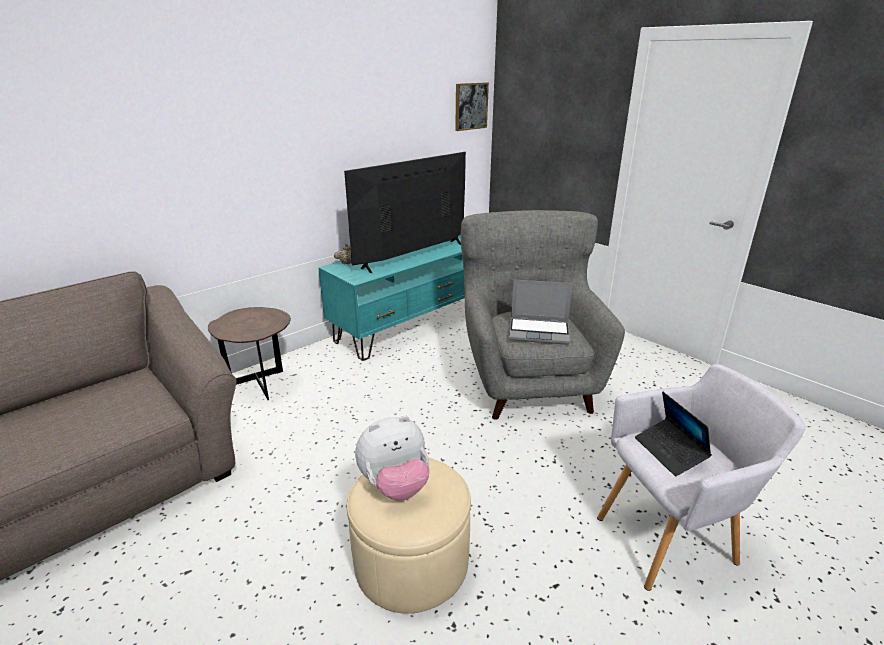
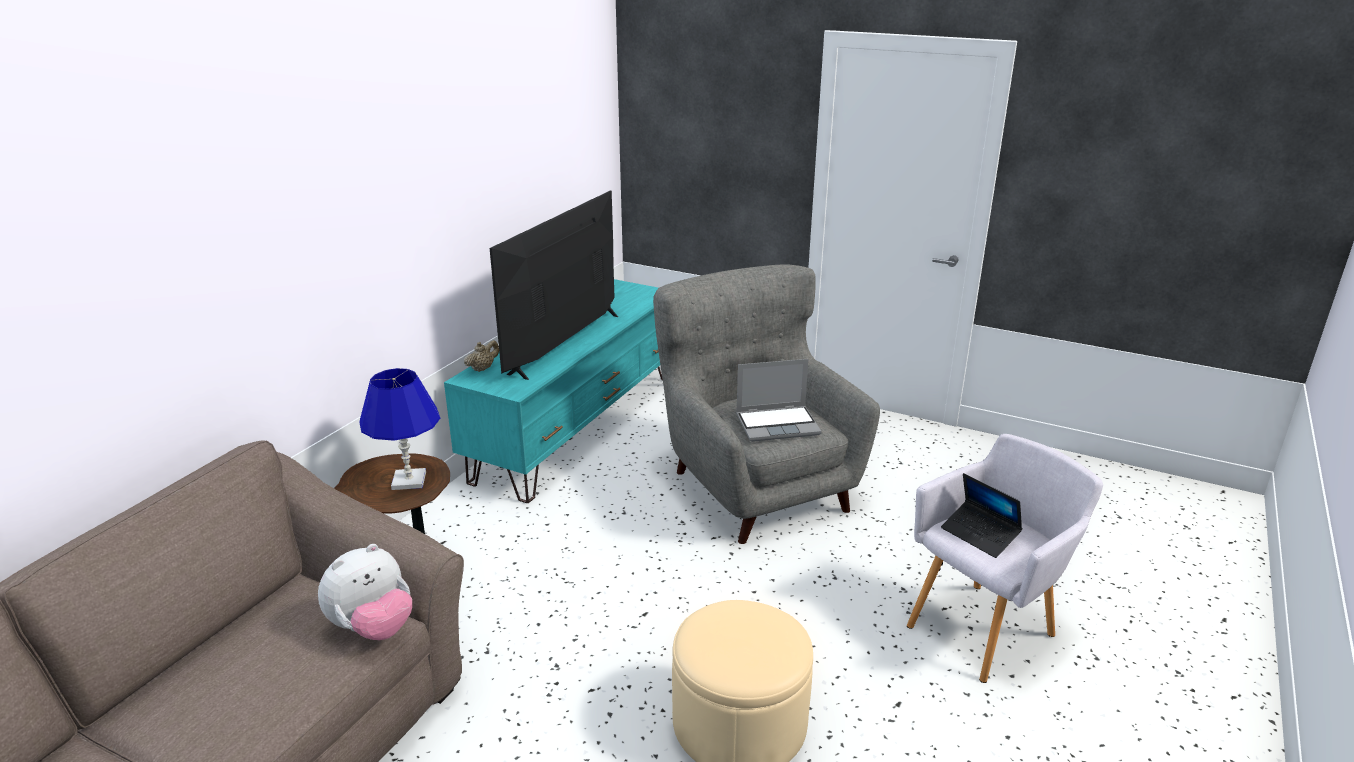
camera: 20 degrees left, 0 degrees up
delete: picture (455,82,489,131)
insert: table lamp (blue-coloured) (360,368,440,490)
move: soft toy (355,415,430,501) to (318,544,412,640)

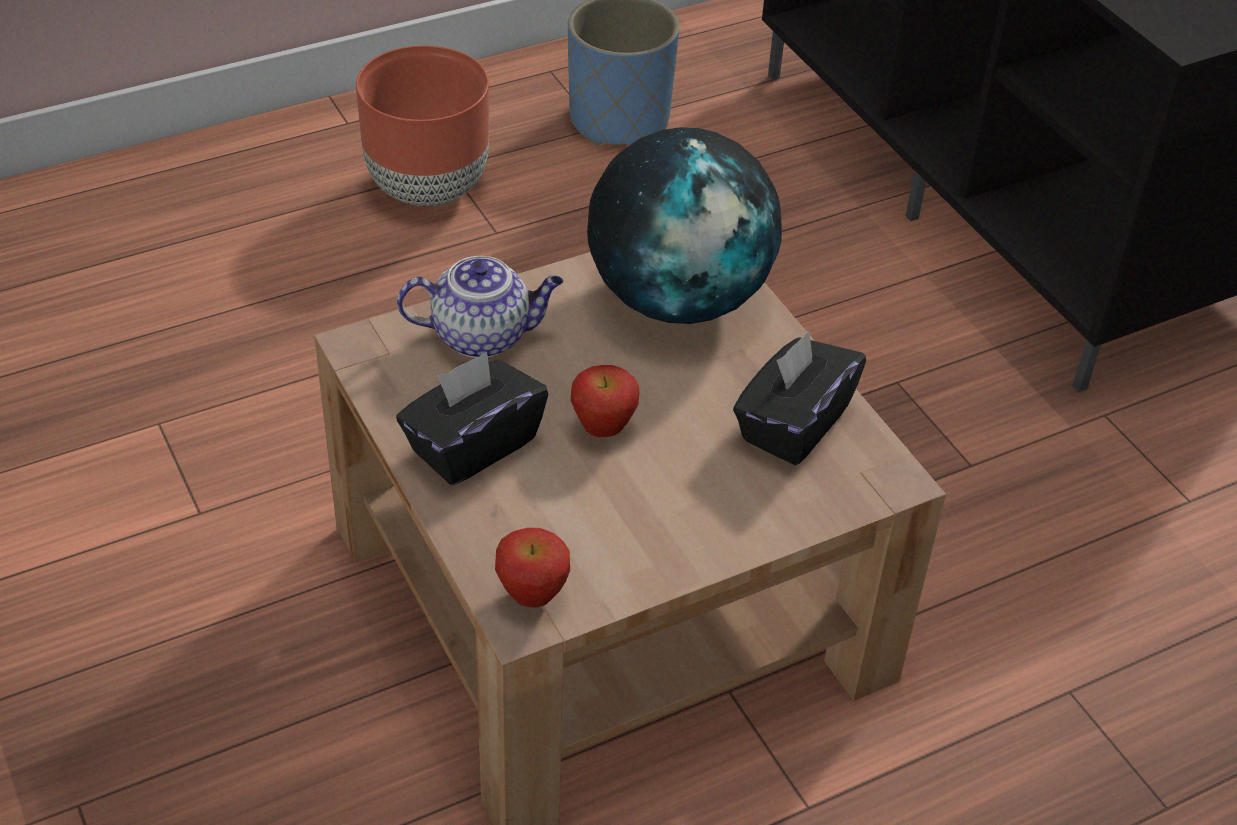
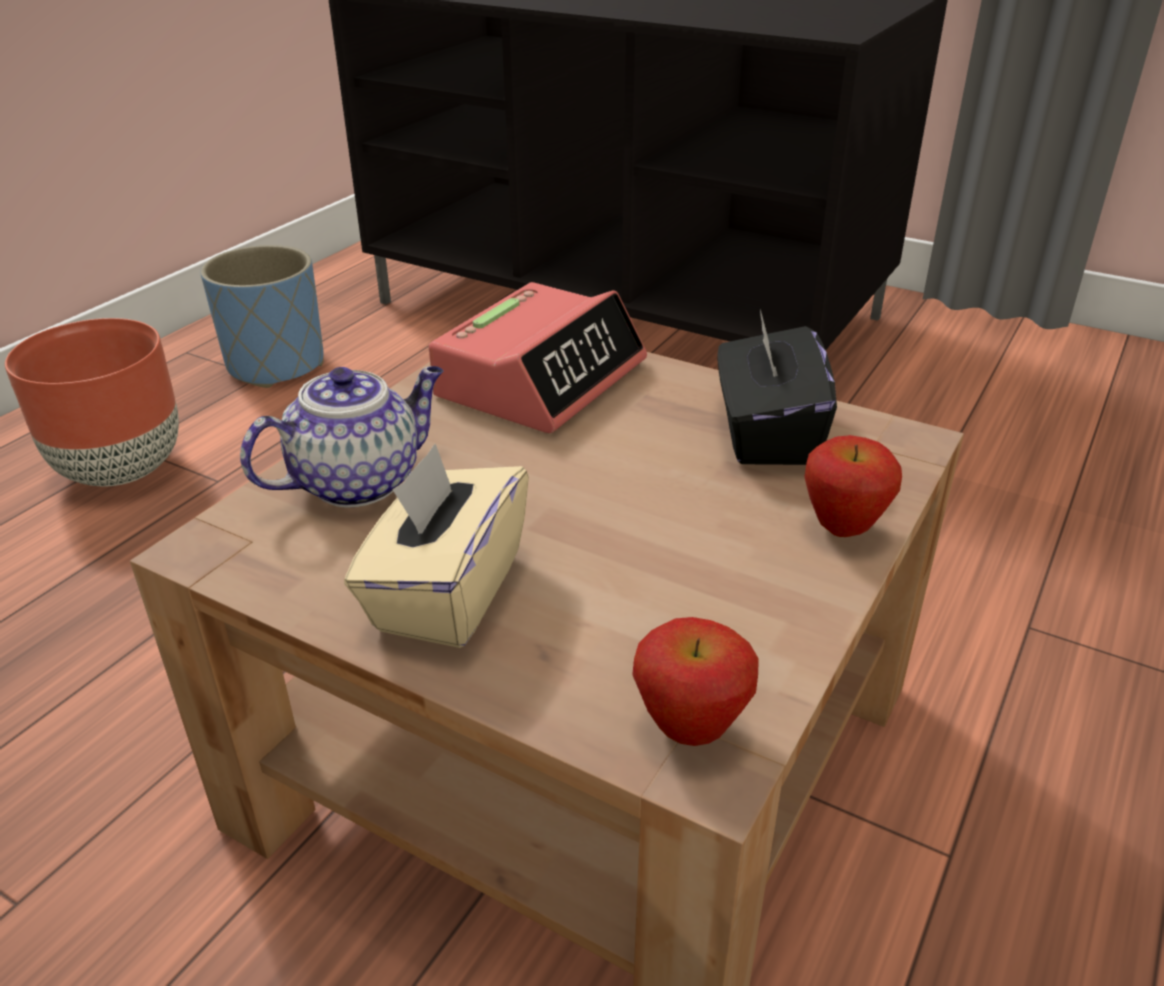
camera: 30 degrees left, 10 degrees down
move: apple fruit (571,365,639,437) to (805,435,902,537)
replace: globe (587,127,782,324) to alarm clock (429,282,647,433)
recolor: box of tissues (black-coloured) (396,352,548,485) to box of tissues (sand-coloured) (344,444,529,648)

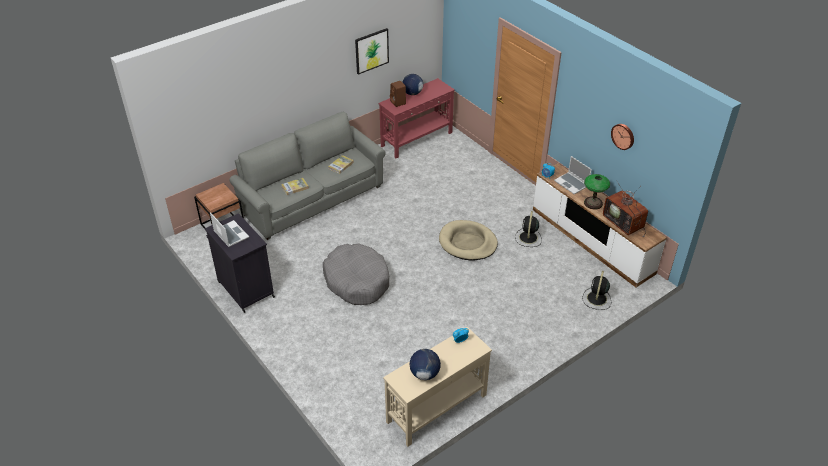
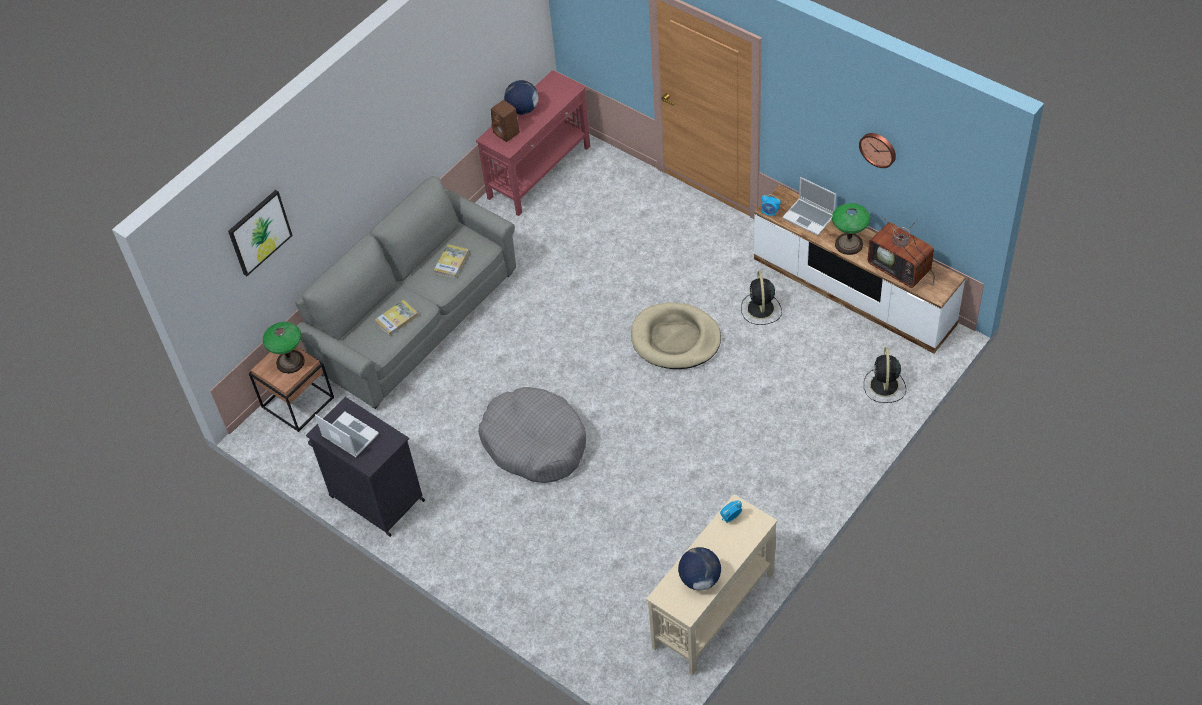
camera: 10 degrees left, 10 degrees up
insert: table lamp (263,322,305,374)
move: picture (355,28,389,75) to (228,190,293,276)

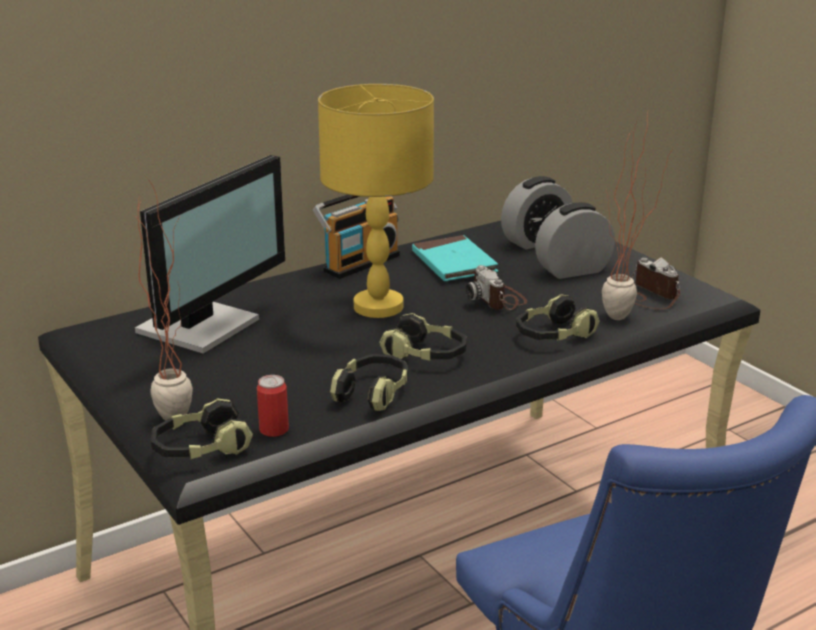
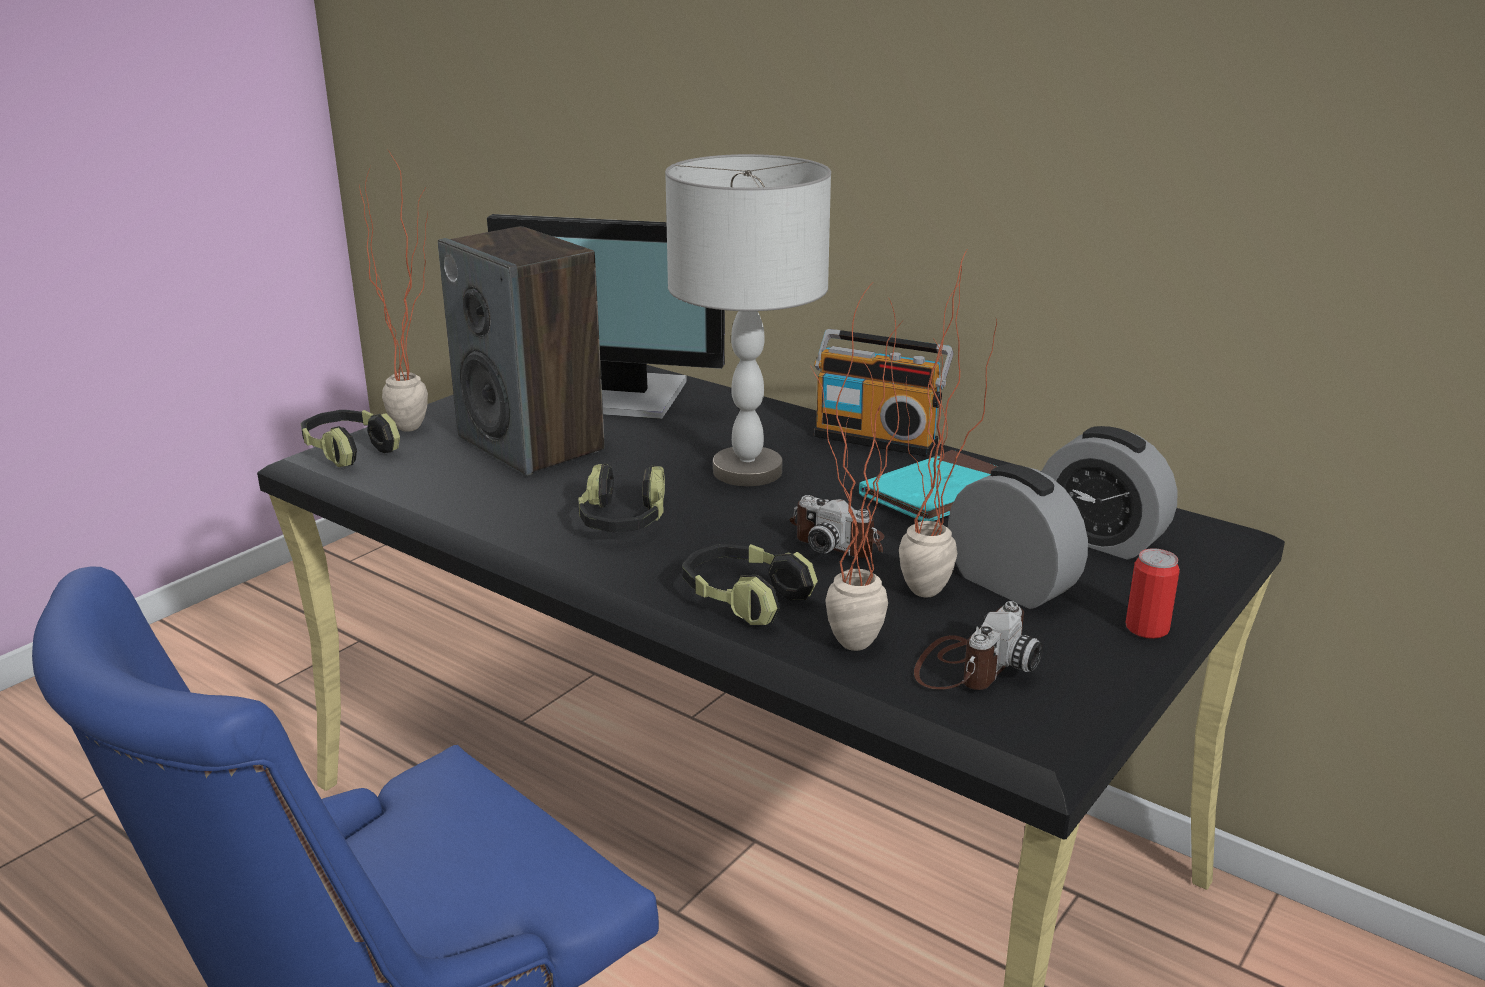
camera: 70 degrees right, 0 degrees up
delete: headphones (330,354,408,411)
insert: speaker (438,226,605,476); plant in a pot (899,250,997,597)
move: metal can (257,375,289,437) to (1125,548,1180,639)
recolor: table lamp (yellow-coloured) (318,84,434,318) to table lamp (greyish) (665,154,831,486)
rotate: photo camera (466,265,527,310) = (789,495,884,558) 105 degrees counterclockwise

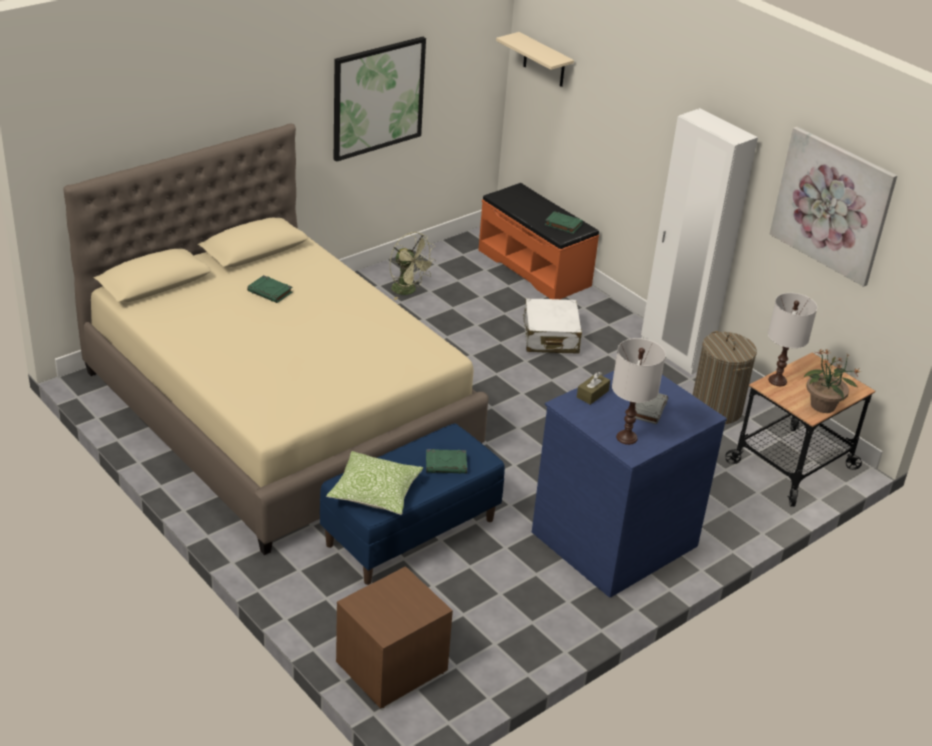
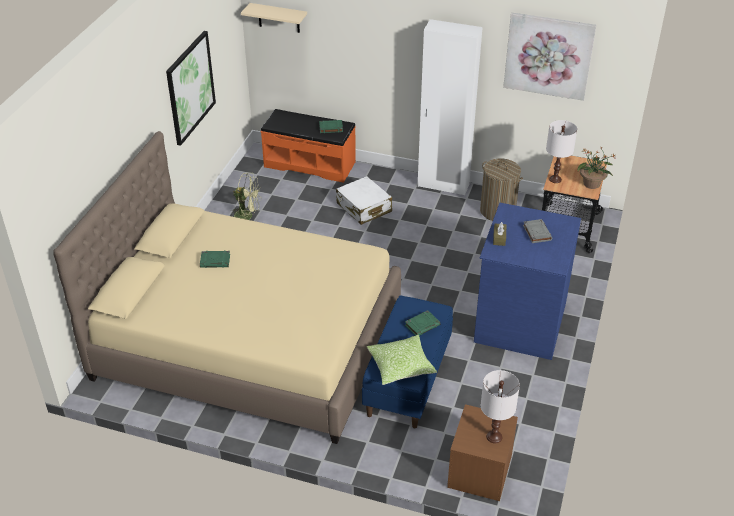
camera: 30 degrees left, 5 degrees up
move: table lamp (whitish) (612,338,666,445) to (481,370,520,443)

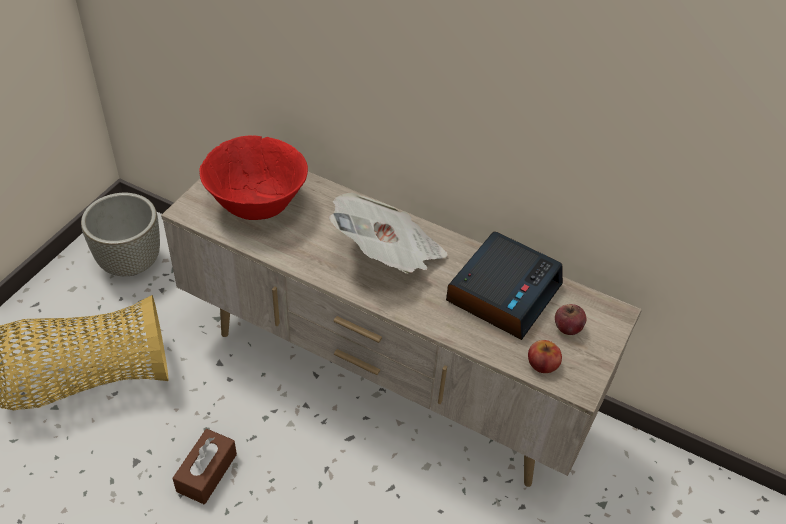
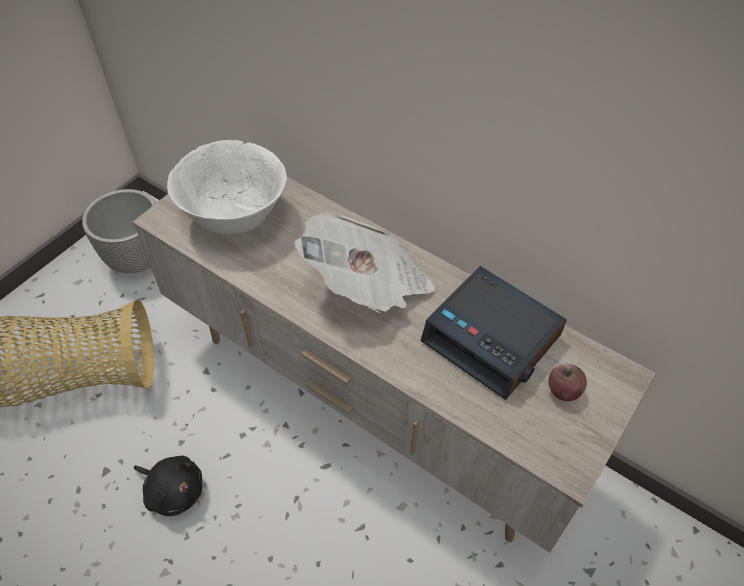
camera: 10 degrees right, 5 degrees up
delete: apple fruit (528,340,562,373)
replace: box of tissues (brownish) (173,429,237,504) to soft toy (black-coloured) (134,456,202,516)
recolor: serving bowl (red) (199,135,308,220) to serving bowl (whitish) (167,140,287,235)
rotate: alarm clock (446,231,563,340) = (421,266,567,400) 90 degrees clockwise

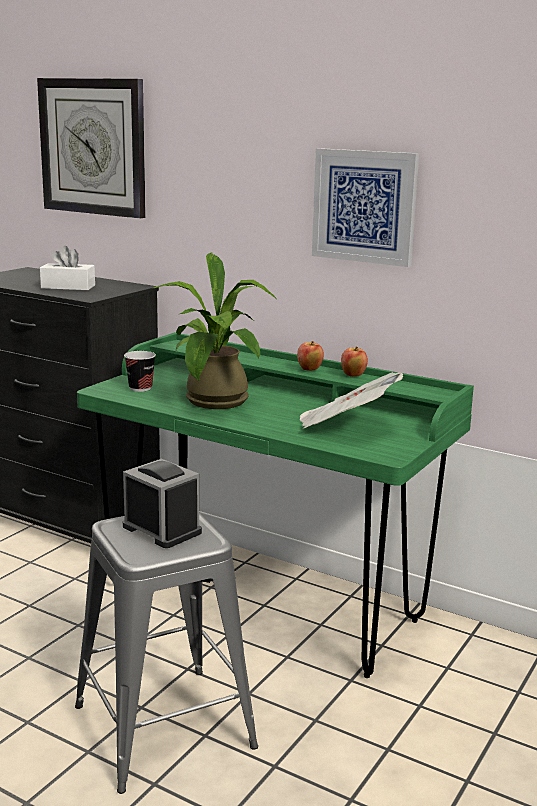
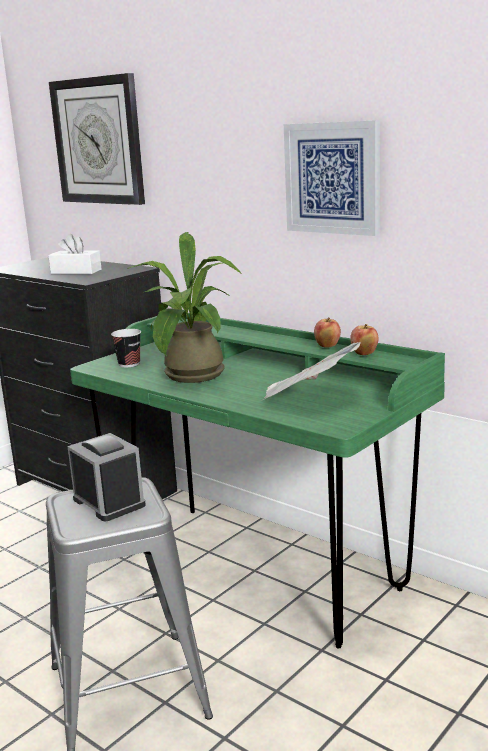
camera: 10 degrees right, 0 degrees up
move: apple fruit (297,341,324,371) to (350,324,379,355)

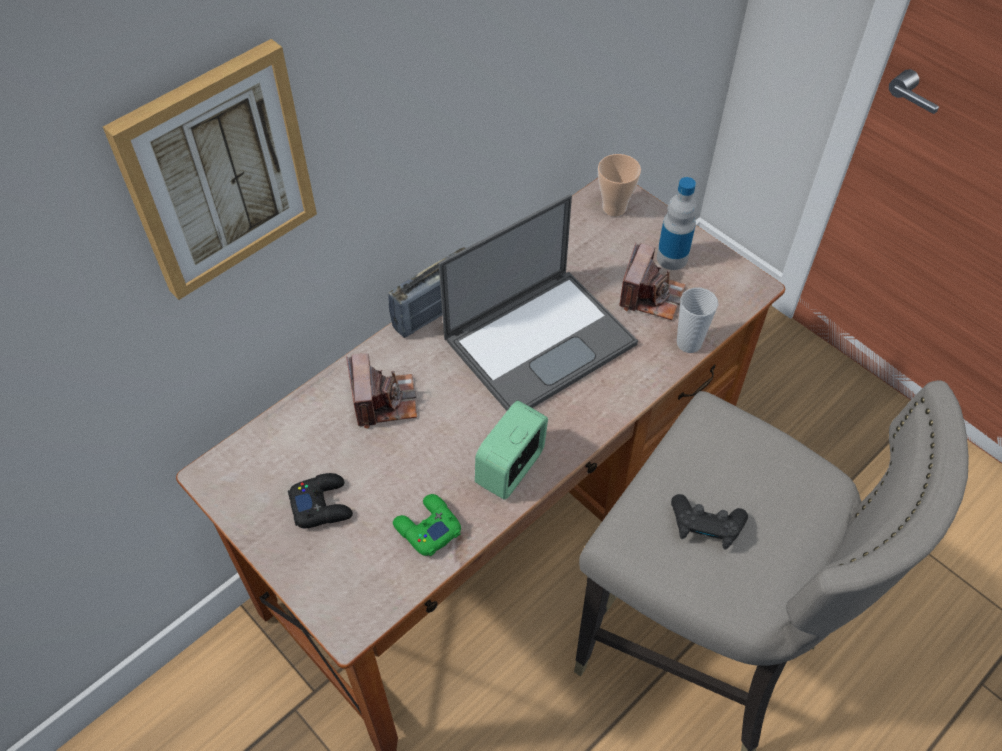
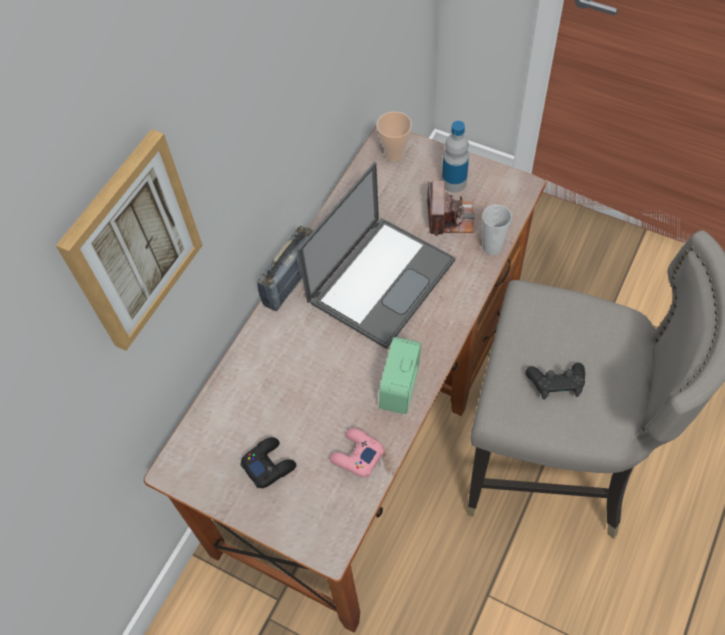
camera: 15 degrees left, 5 degrees up
delete: photo camera (346,353,417,429)
recolor: gamepad (greenish) (393,494,461,557) to gamepad (pinkish) (330,428,385,477)

